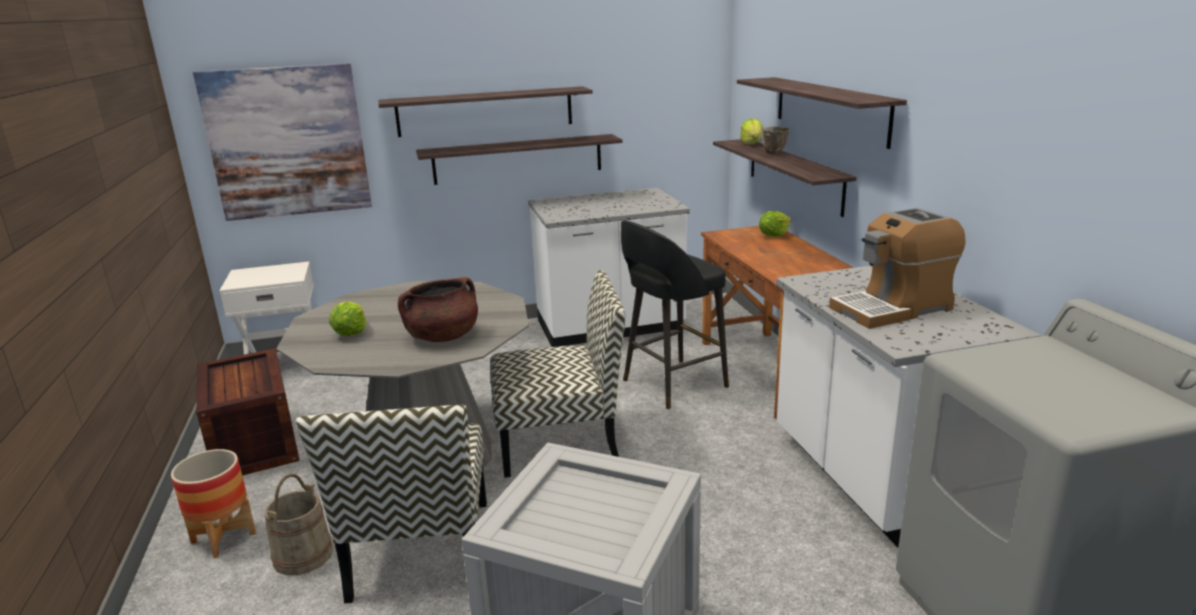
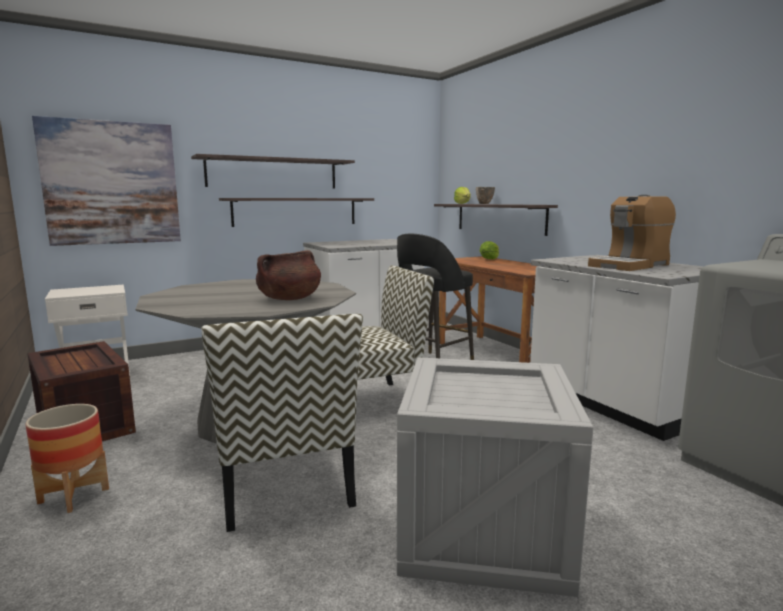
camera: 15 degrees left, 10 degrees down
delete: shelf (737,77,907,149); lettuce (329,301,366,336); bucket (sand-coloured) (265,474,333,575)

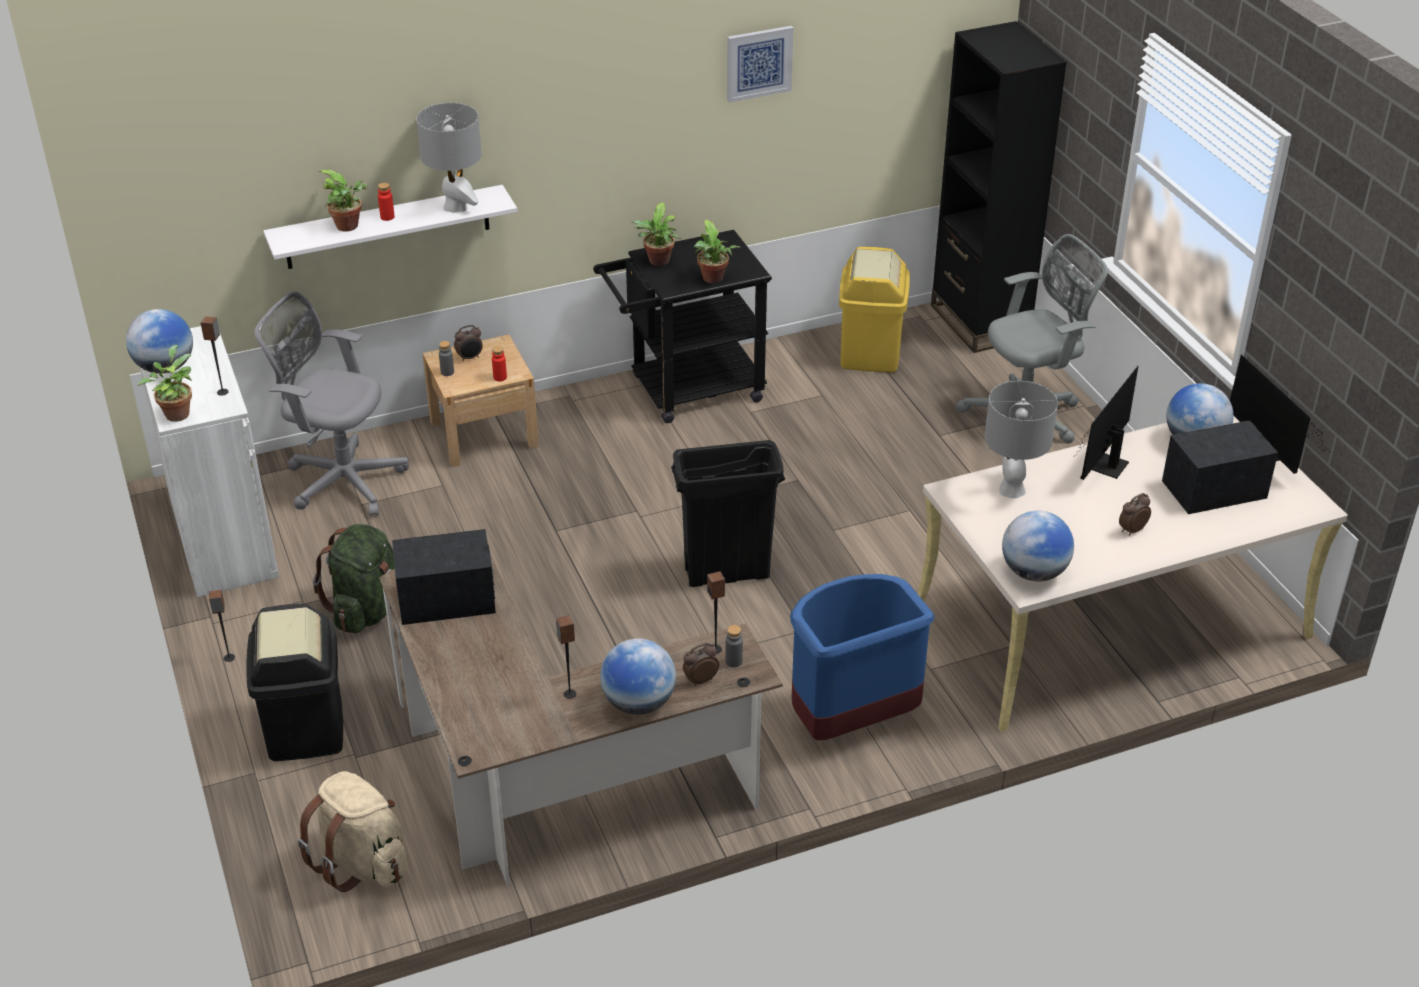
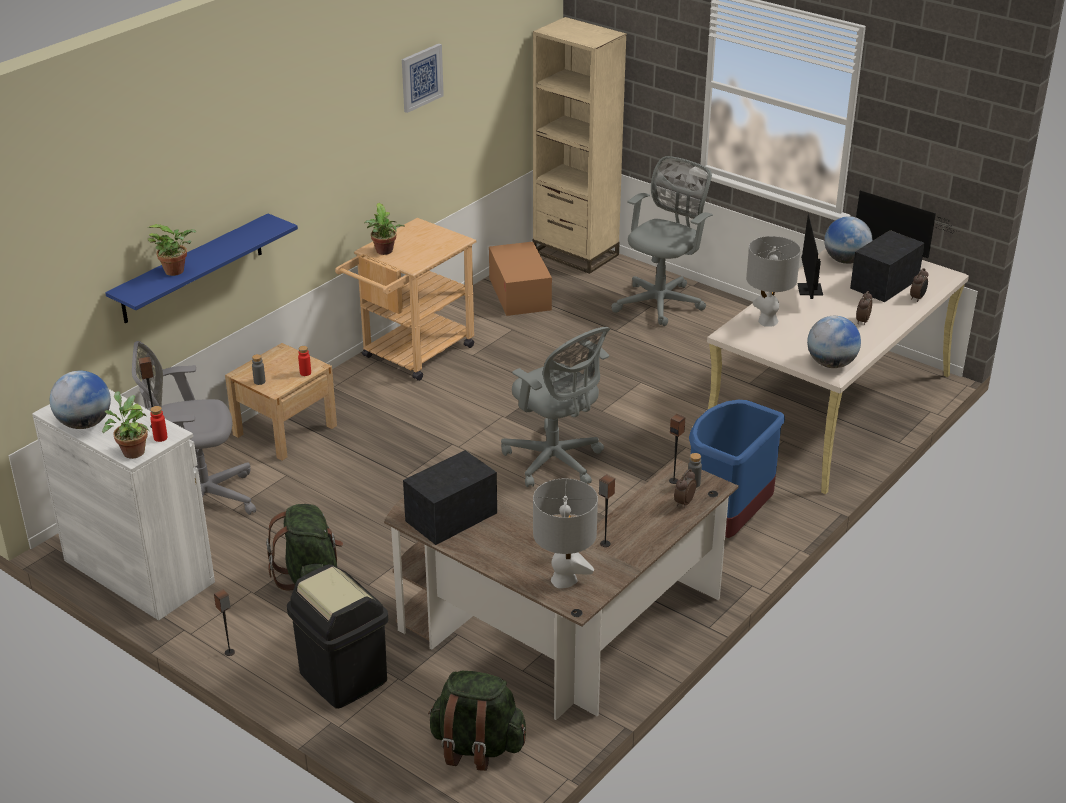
camera: 30 degrees left, 5 degrees down
delete: plant in a pot (694,219,741,283); globe (600,638,676,715)
move: table lamp (greyish) (416,103,482,212) to (533,478,598,588); drink bottle (red) (378,183,395,221) to (150,406,168,442); alarm clock (454,325,483,362) to (910,268,928,302)
replace: waste bin (yellow-coloured) (839,247,910,372) to carton (489,242,552,316); waste bin (black-coloured) (671,440,785,587) to computer chair (greyish) (501,327,610,487)
recolor: bookshelf (black-coloured) (931,21,1067,353) to bookshelf (sand-coloured) (532,17,627,274); shelf (whitish) (264,185,517,269) to shelf (blue-coloured) (105,214,298,324); trolley (black-coloured) (593,230,772,423) to trolley (sand-coloured) (335,218,476,381); knapsack (sand-coloured) (298,771,408,892) to knapsack (greenish) (428,671,526,771)

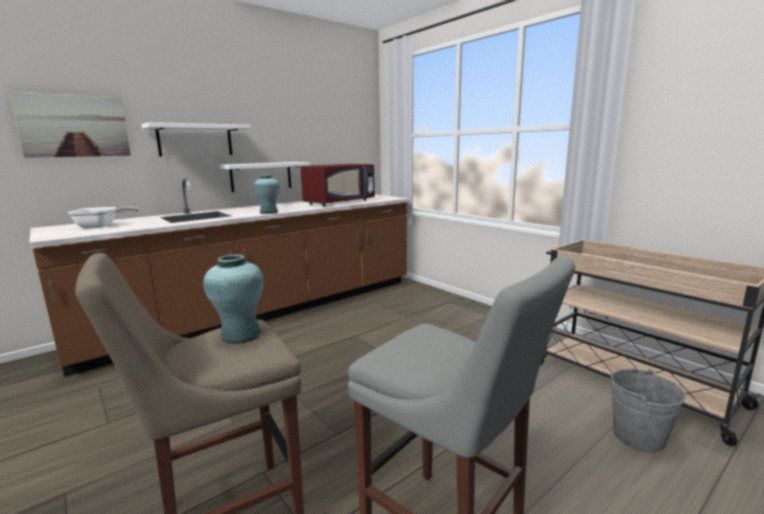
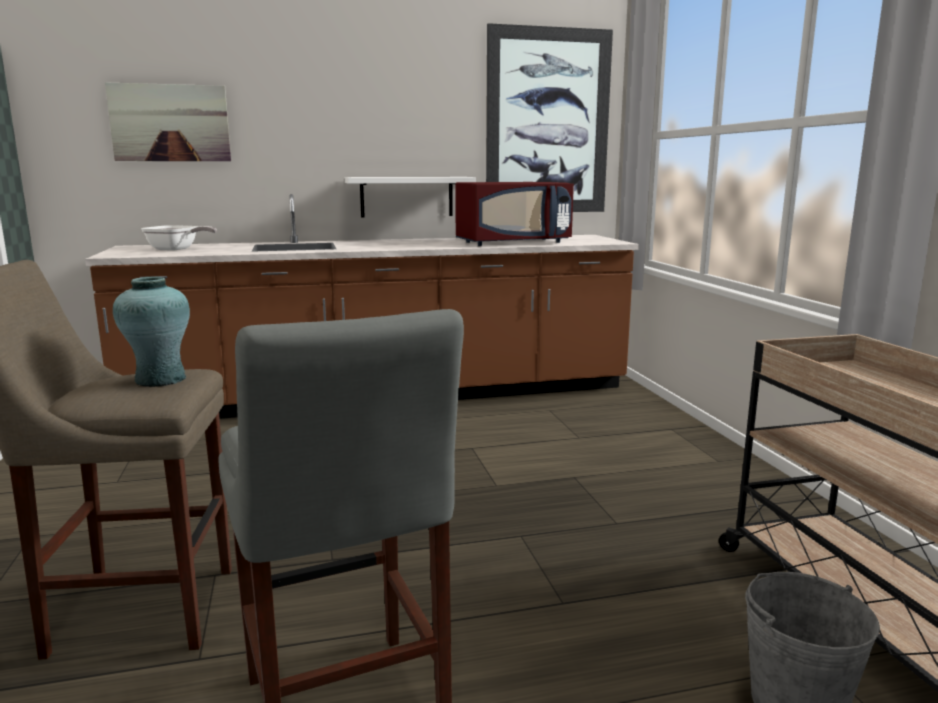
camera: 25 degrees right, 0 degrees up
delete: shelf (whitish) (142,122,251,157); decorative vase (turquoise-coloured) (254,175,280,214)
insert: picture (486,23,613,212)

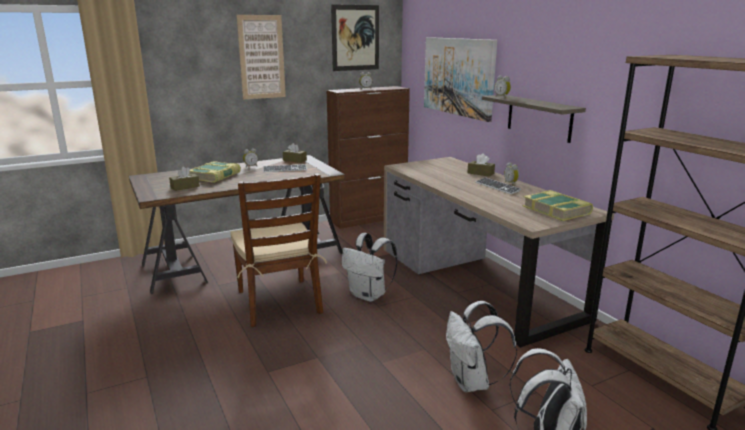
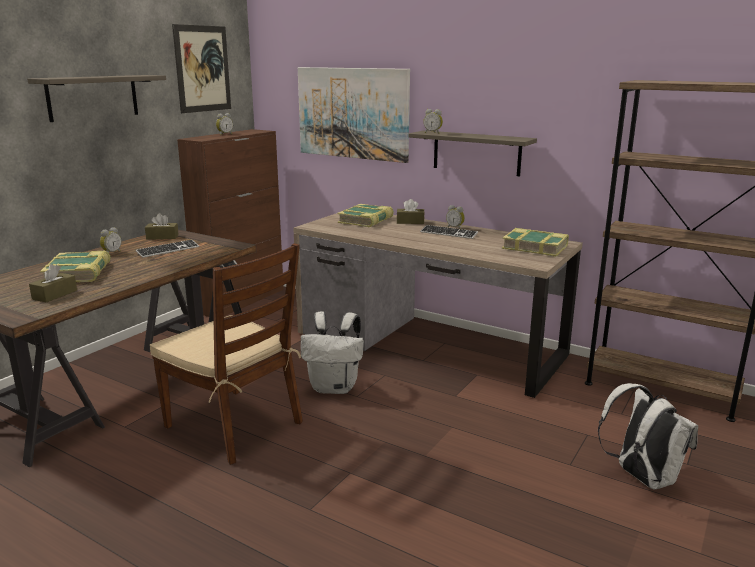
camera: 30 degrees left, 0 degrees up
delete: knapsack (whitish) (446,301,517,392)
insert: volume (338,204,394,227)
replace: picture (236,15,286,99) to shelf (27,75,166,122)

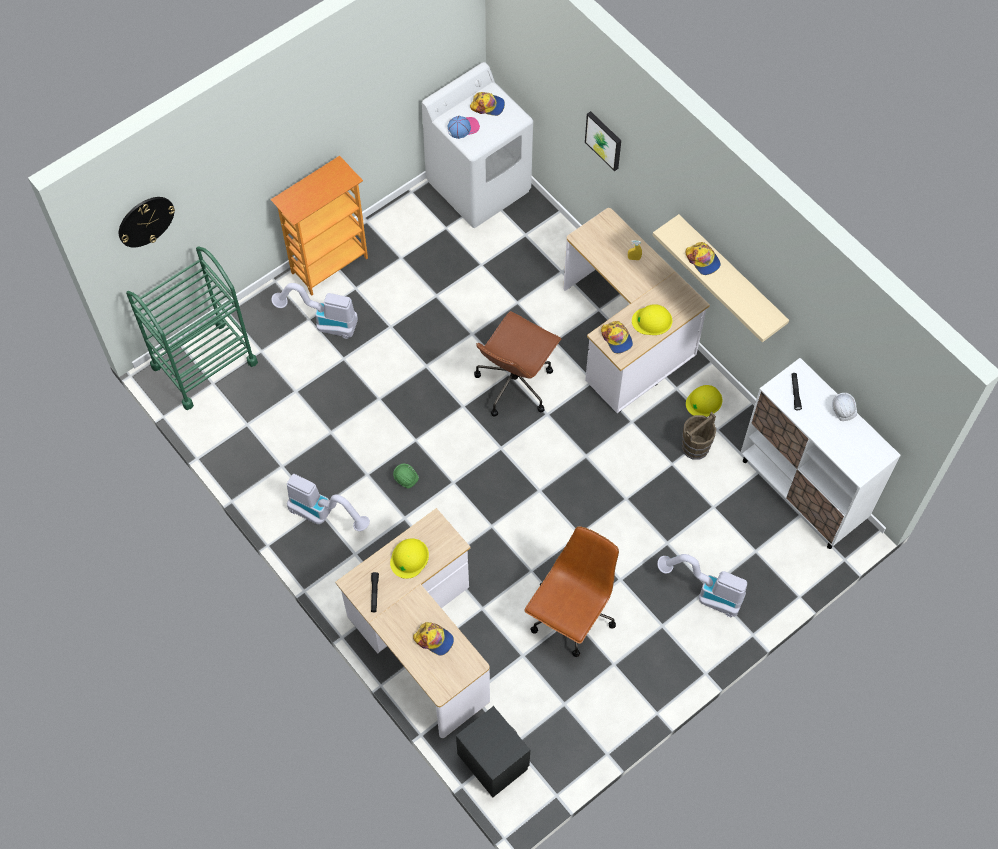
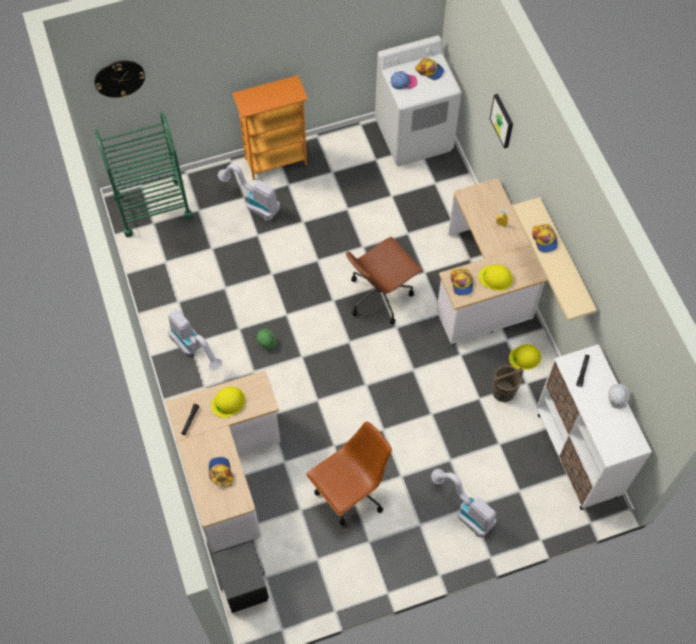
camera: 20 degrees right, 0 degrees up
rotate: baseball cap (413,622,454,656) = (209,457,233,486) 150 degrees counterclockwise

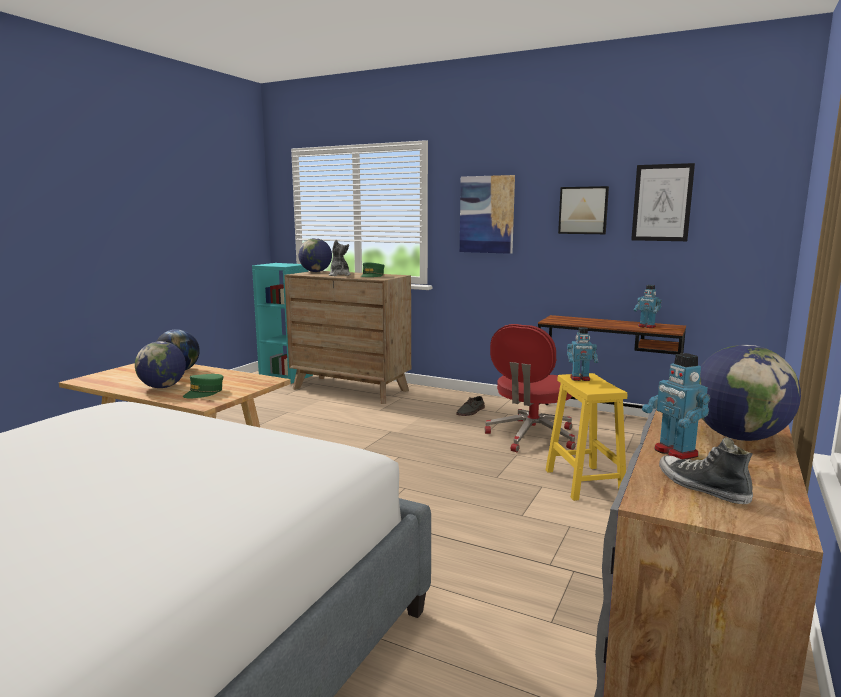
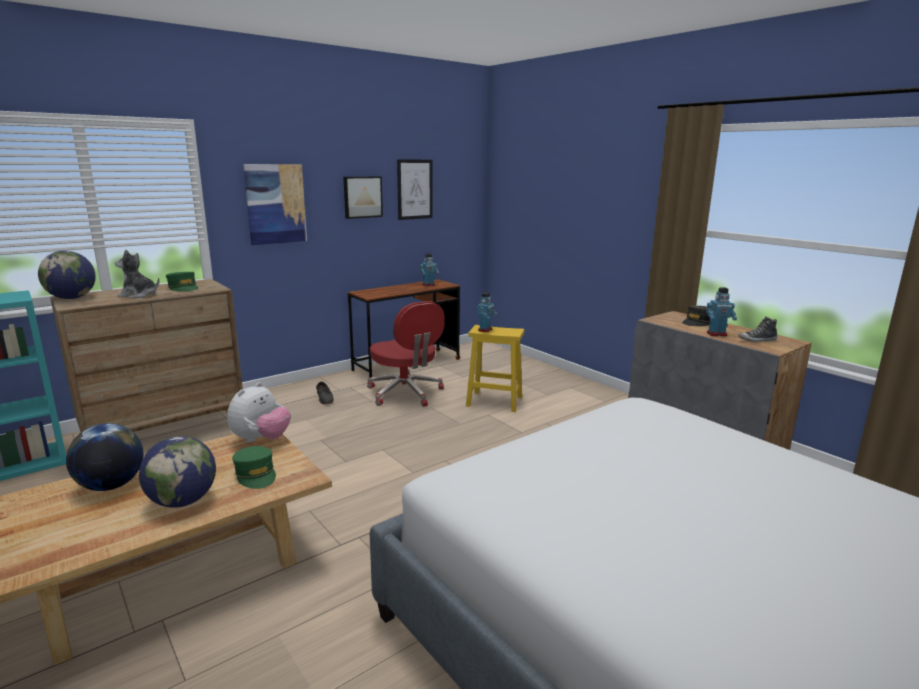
camera: 65 degrees left, 5 degrees up
insert: soft toy (227,382,291,443)
replace: globe (699,345,801,441) to baseball cap (greyish) (682,306,710,326)

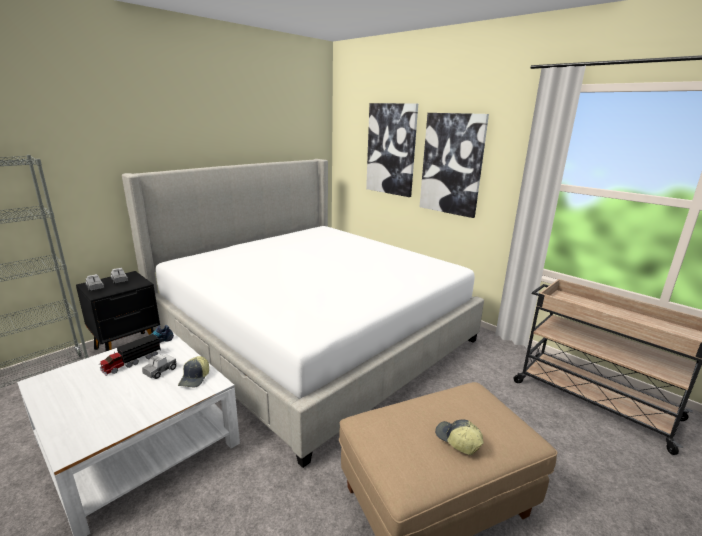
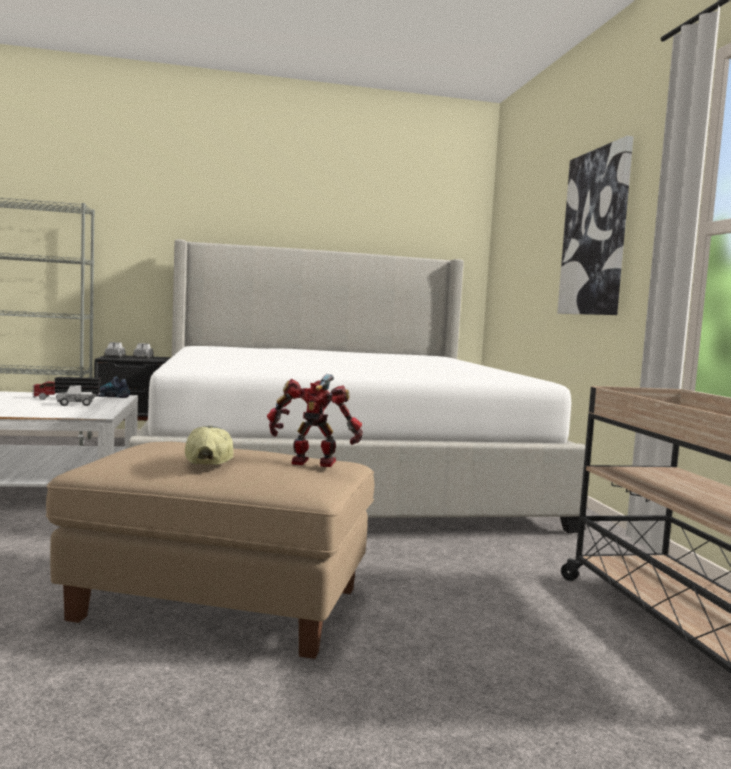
camera: 35 degrees right, 15 degrees down
delete: picture (366,103,418,197); baseball cap (178,356,209,387)
insert: toy robot (267,374,363,467)

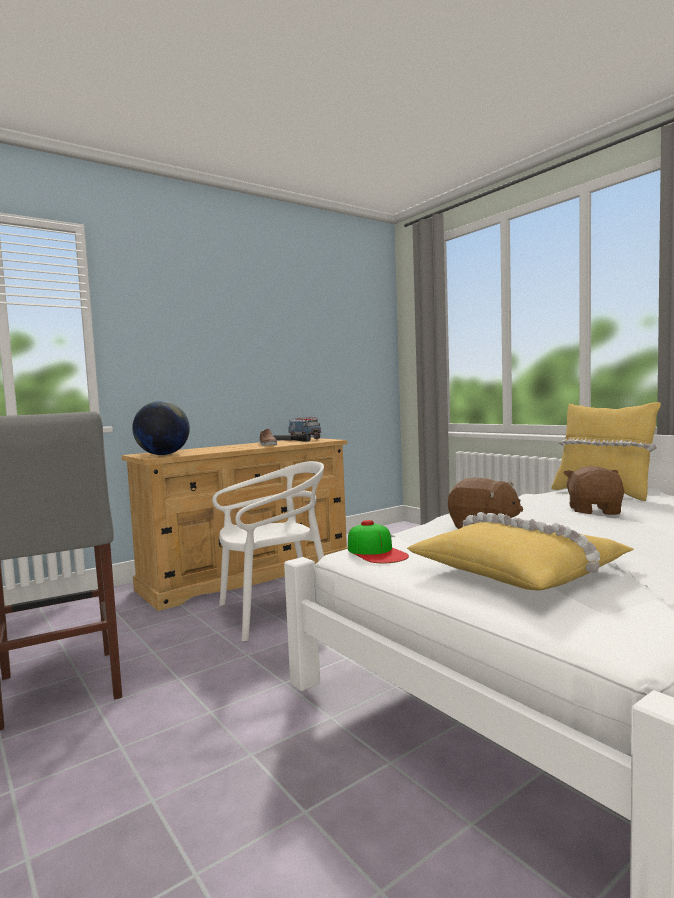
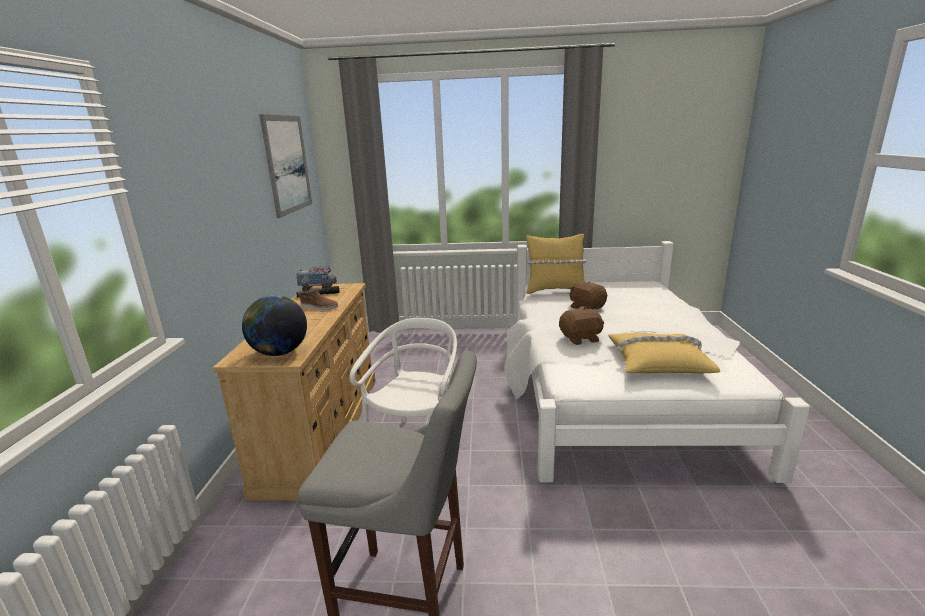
camera: 50 degrees left, 15 degrees up
delete: baseball cap (348,520,409,563)
insert: picture (259,114,312,218)

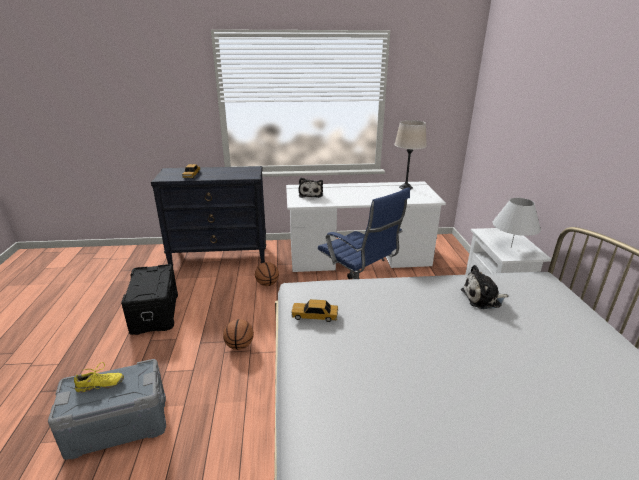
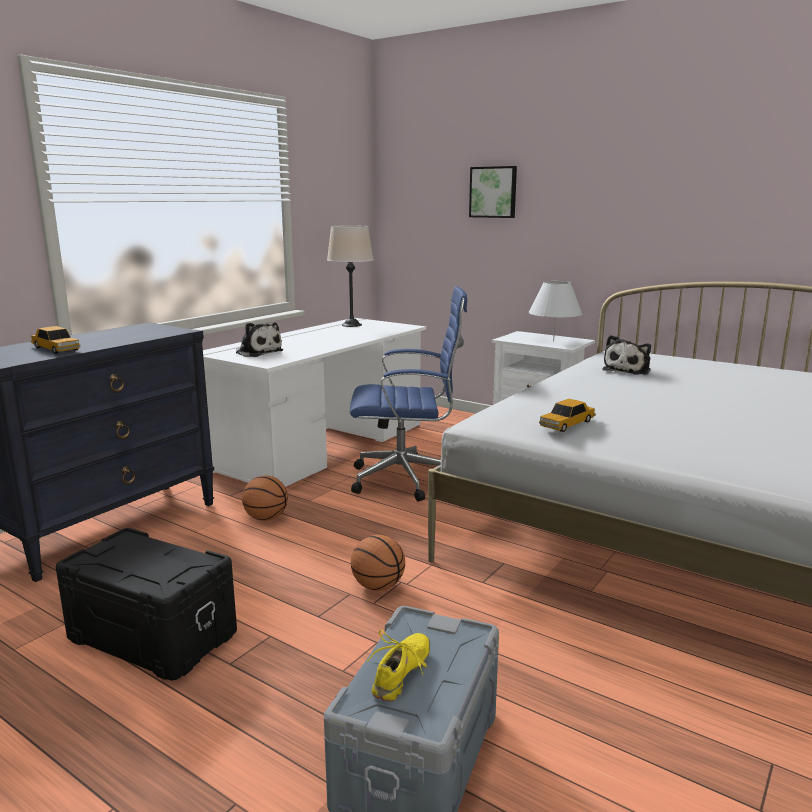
camera: 50 degrees left, 10 degrees down
insert: picture (469,166,517,218)

